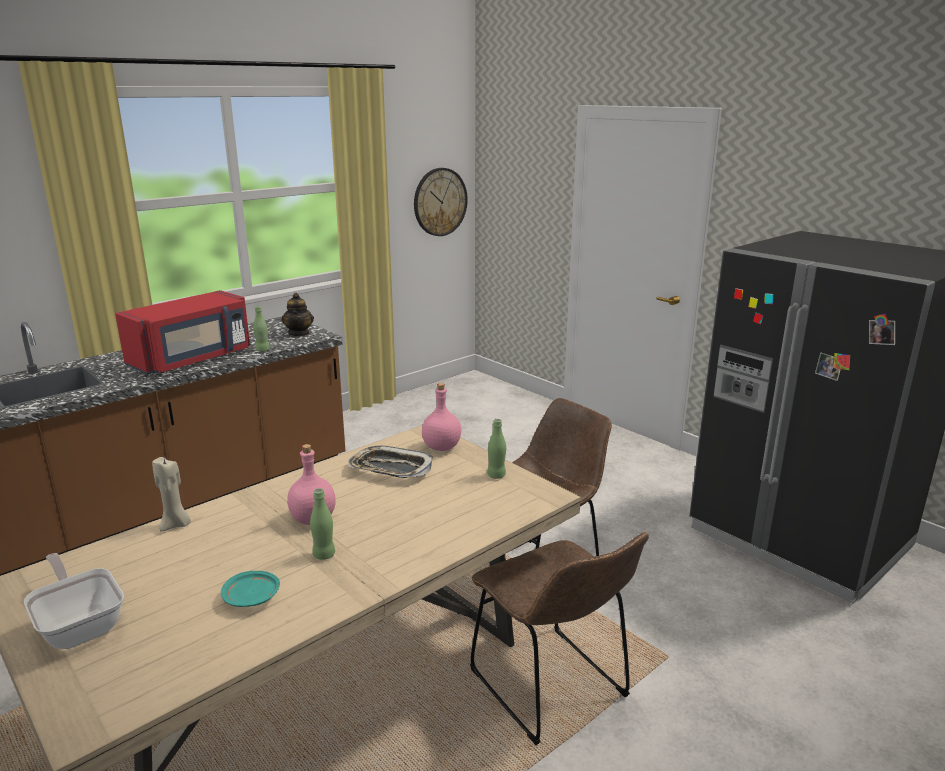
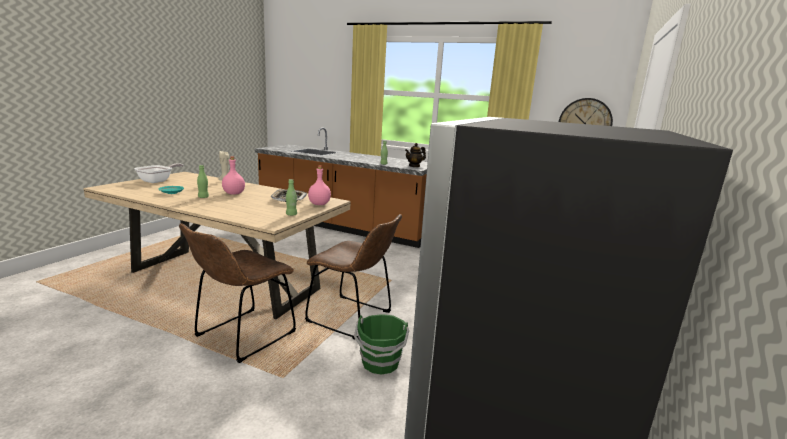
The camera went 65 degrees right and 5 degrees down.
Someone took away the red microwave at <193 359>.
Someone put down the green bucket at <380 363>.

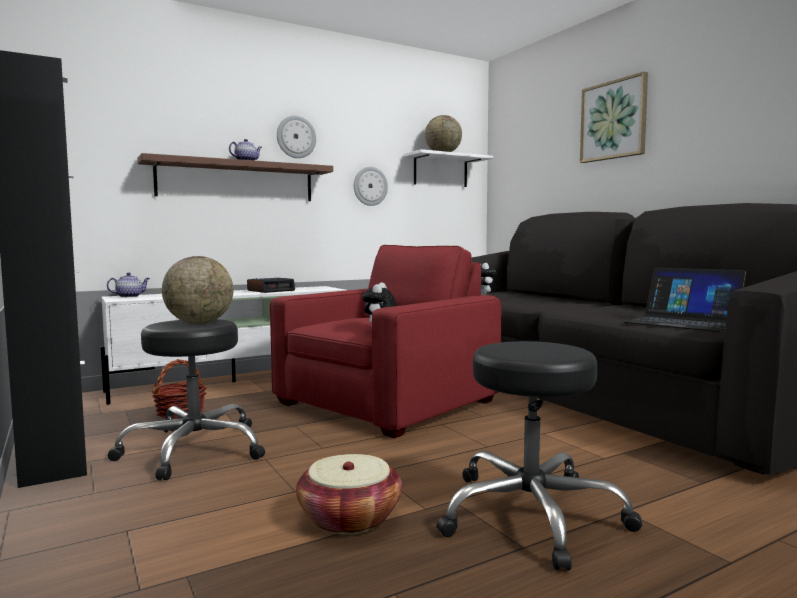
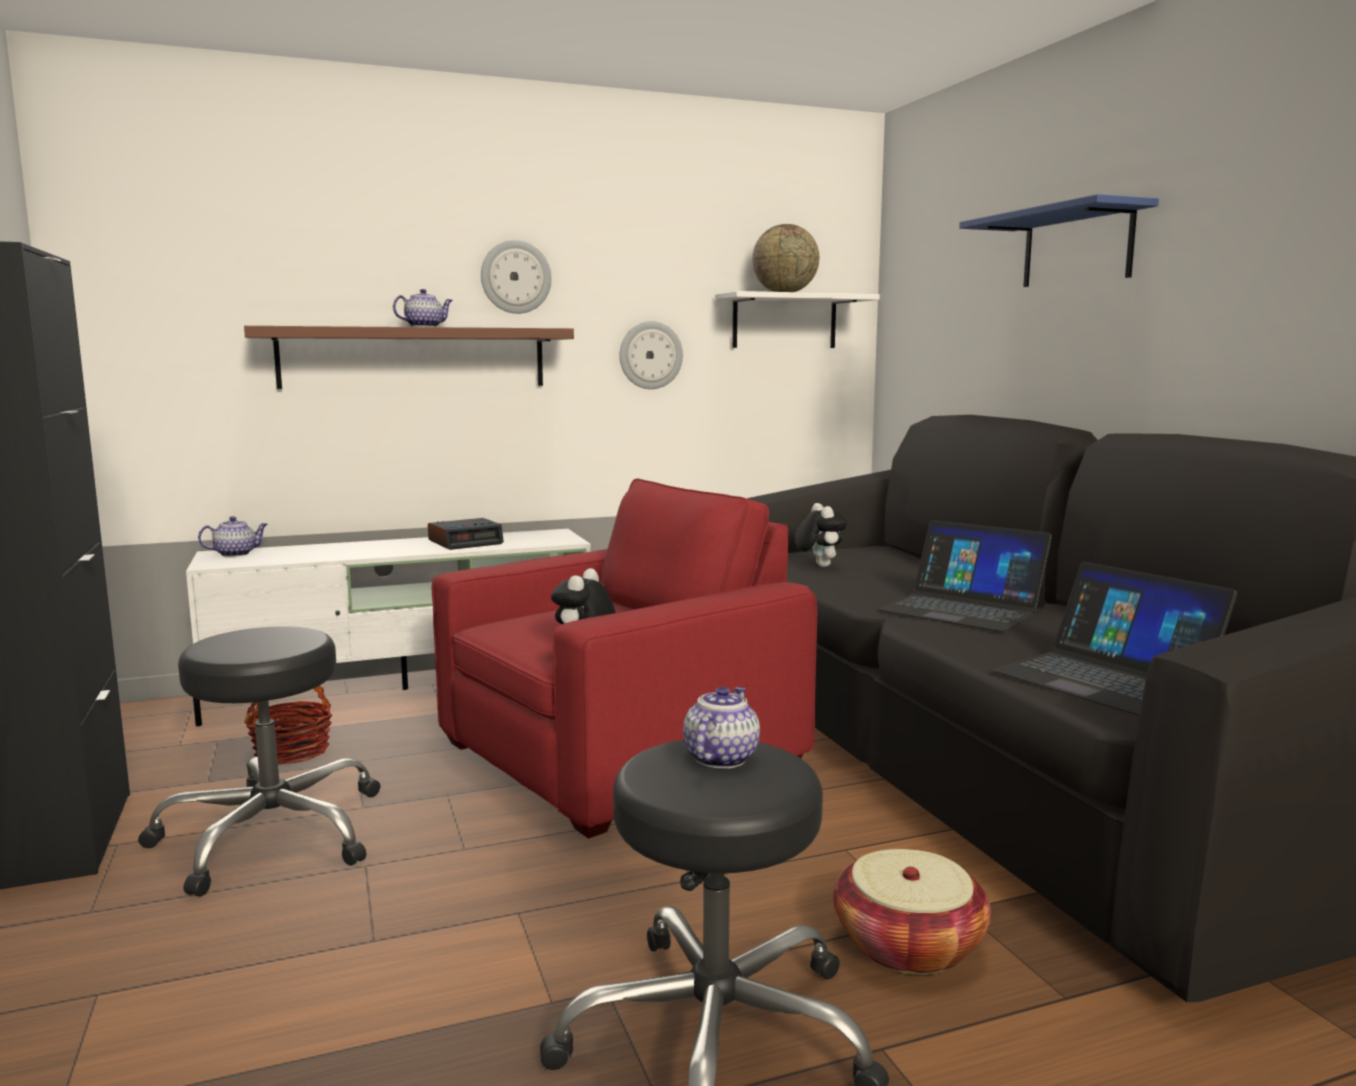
The camera went 10 degrees right and 5 degrees up.
Someone swapped the picture at <613 120> for the blue shelf at <1077 247>.
Someone took away the globe at <199 323>.
Someone carried the basket from <350 518> to <908 945>.
Someone put down the laptop at <962 608>.
Someone put down the teapot at <720 757>.

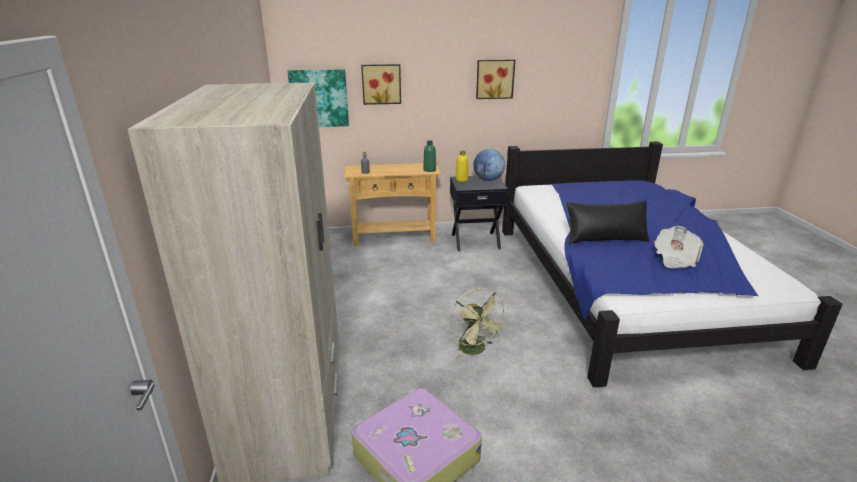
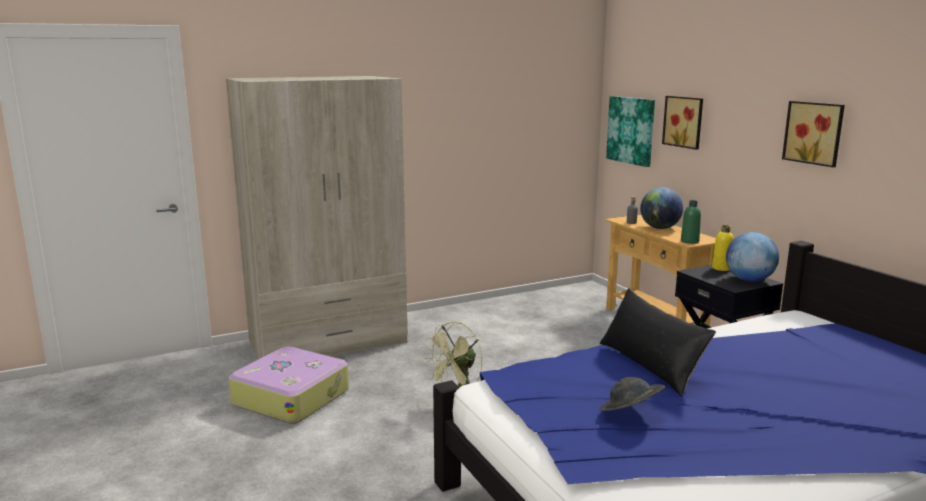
The camera went 70 degrees right and 10 degrees down.
Someone swapped the newspaper at <675 259> for the grey hat at <630 413>.
Someone put down the globe at <660 228>.

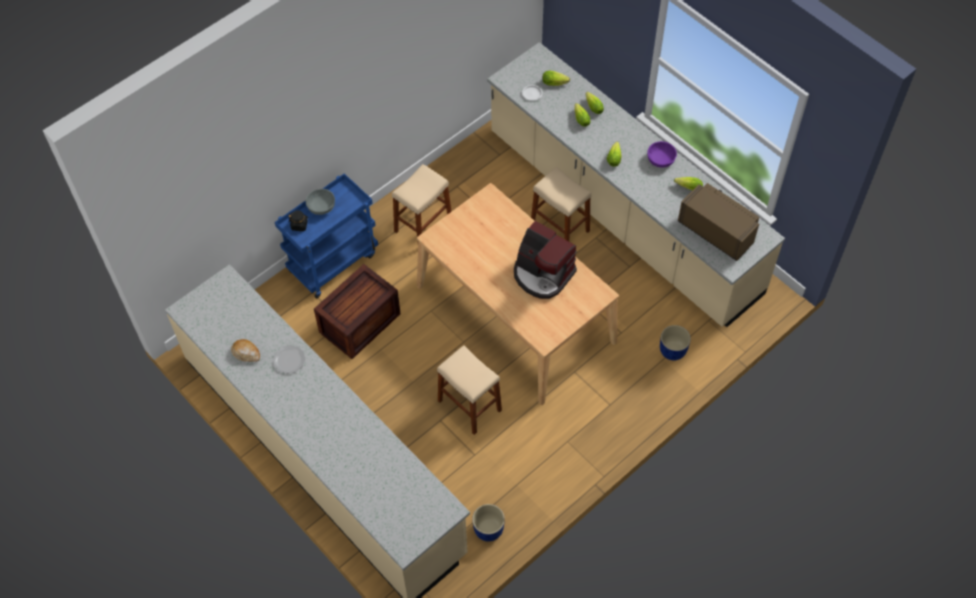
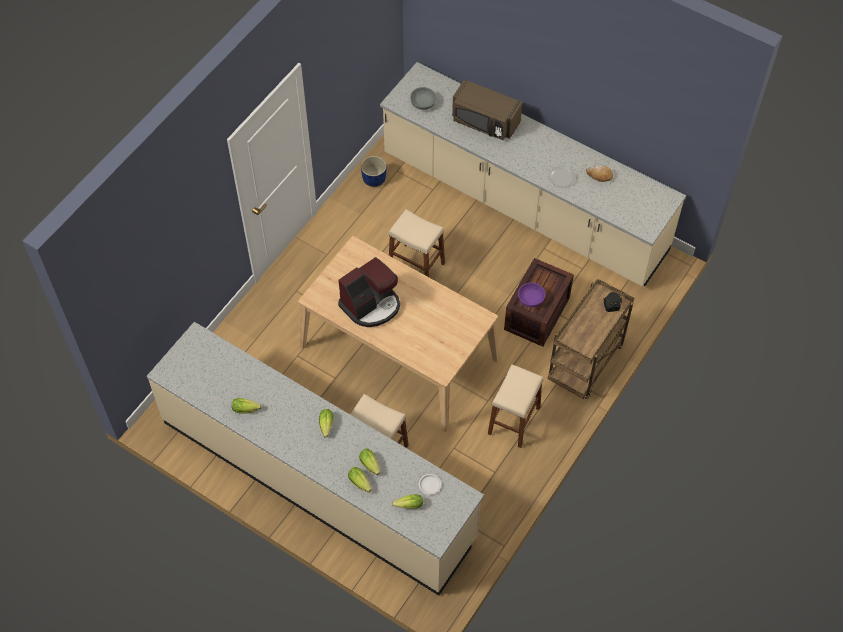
The camera went 165 degrees right and 0 degrees up.
Someone carried the purple bowl from <660 159> to <531 299>.
Someone repainted the blue cart at <333 261>, which became the brown cart at <585 365>.
Someone carried the brown microwave from <717 231> to <485 122>.
Someone carried the grey bowl from <322 206> to <422 104>.
Someone rotated the coffee machine at <542 274> by 120 degrees clockwise.
Someone took away the blue planter at <672 351>.

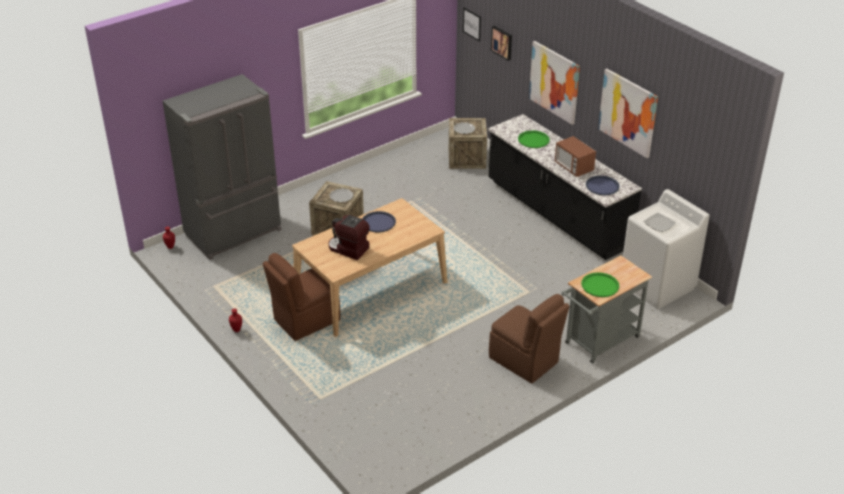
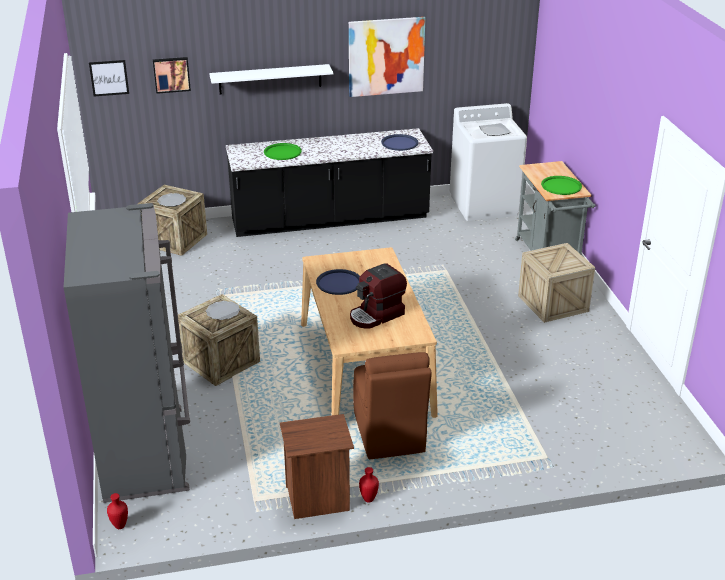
The camera went 65 degrees left and 5 degrees down.
Someone swapped the picture at <554 82> for the white shelf at <270 79>.
Someone took away the microwave at <573 167>.
Someone swapped the brown chair at <524 361> for the crate at <553 303>.
Someone put down the brown nightstand at <318 500>.

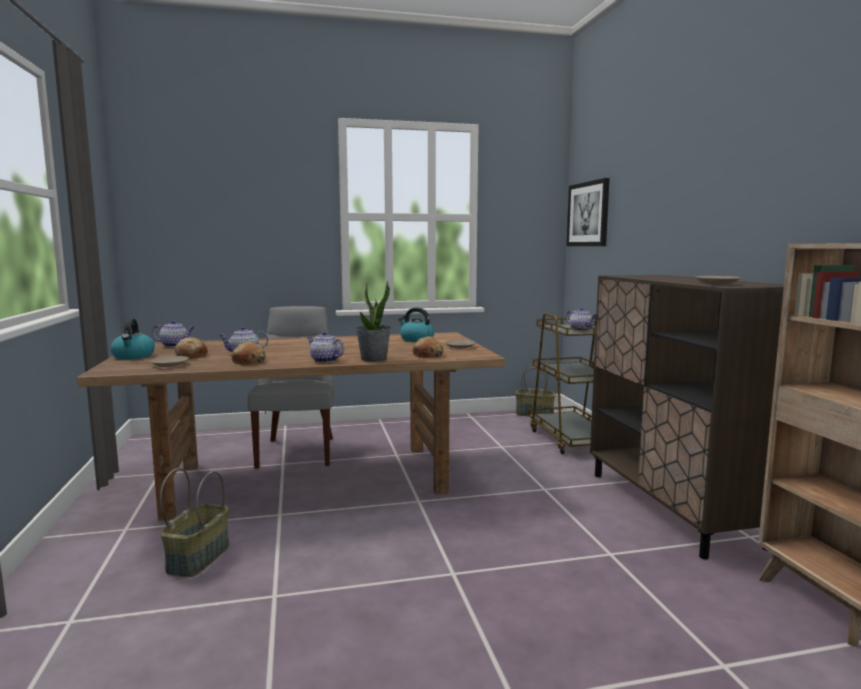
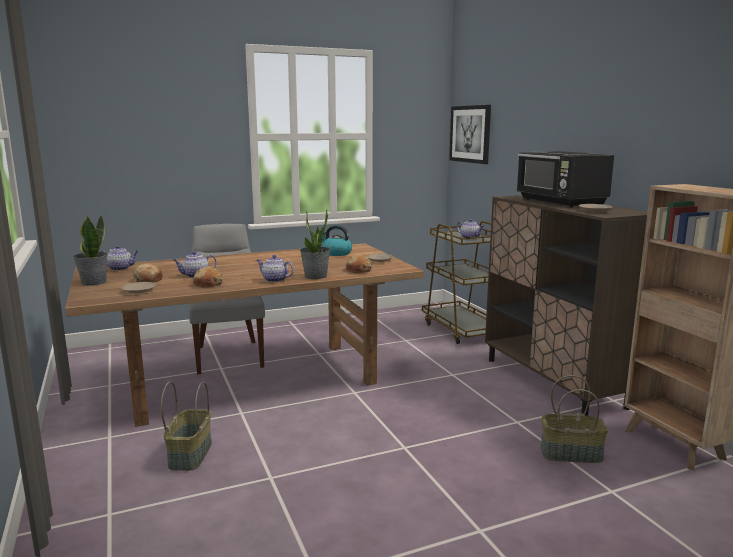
The camera went 10 degrees left and 5 degrees up.
Someone swapped the kettle at <133 356> for the potted plant at <93 283>.
Someone carried the basket from <535 414> to <571 453>.
Someone put down the black microwave at <560 202>.

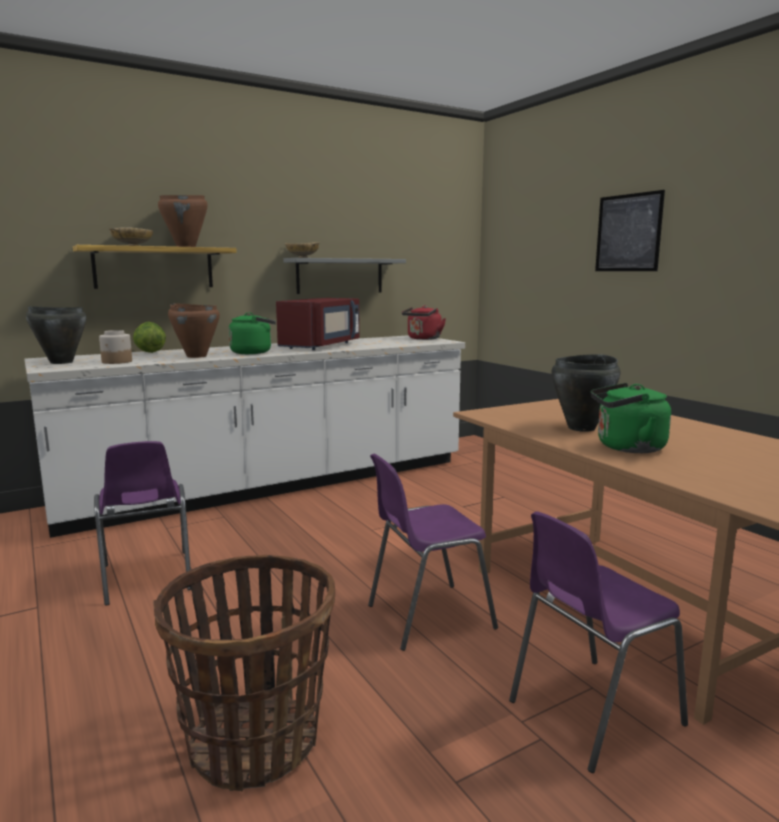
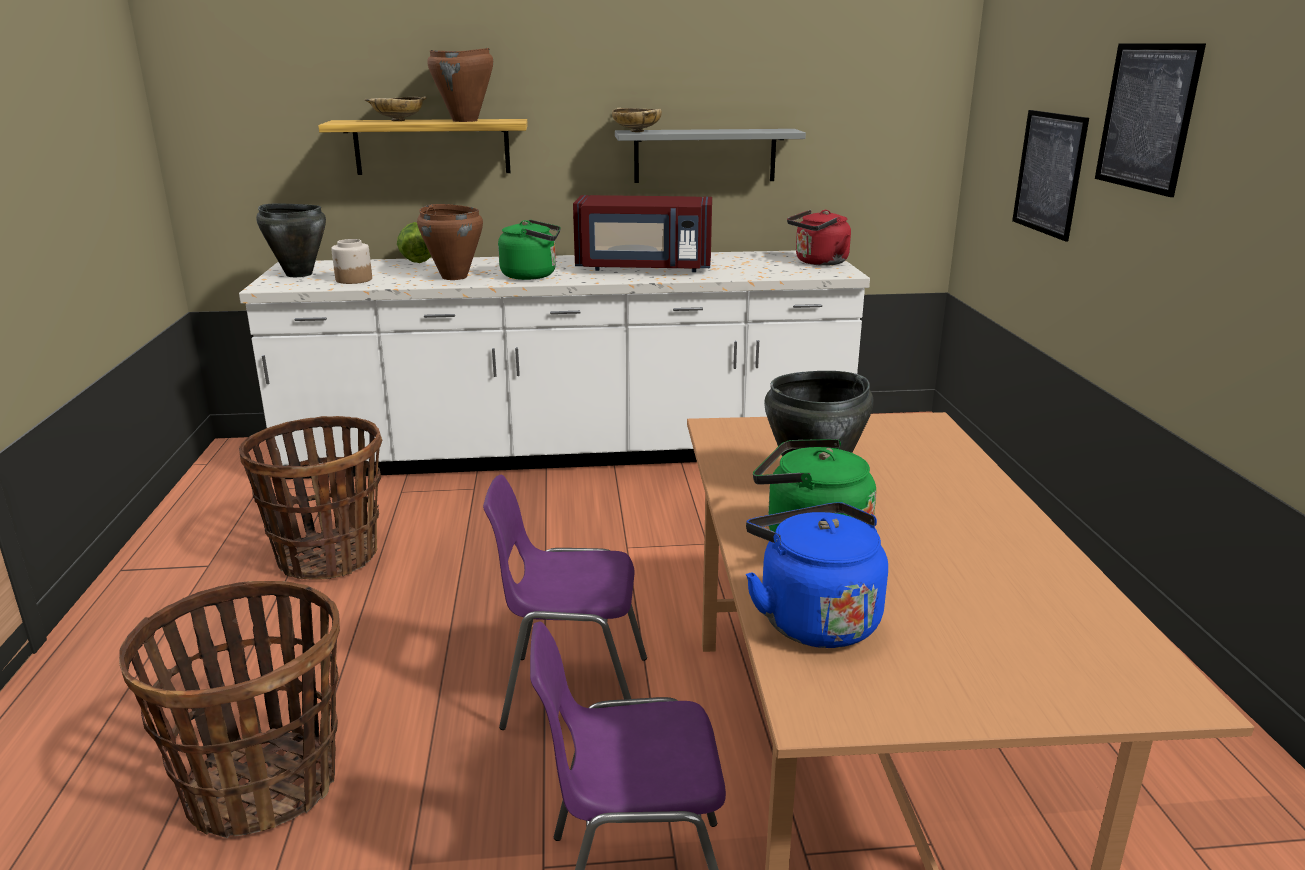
The camera went 25 degrees right and 10 degrees up.
Someone rotated the red microwave at <322 346> by 45 degrees clockwise.
Someone swapped the purple chair at <147 578> for the basket at <328 556>.
Someone put up the picture at <1049 173>.
Someone put down the blue kettle at <813 618>.

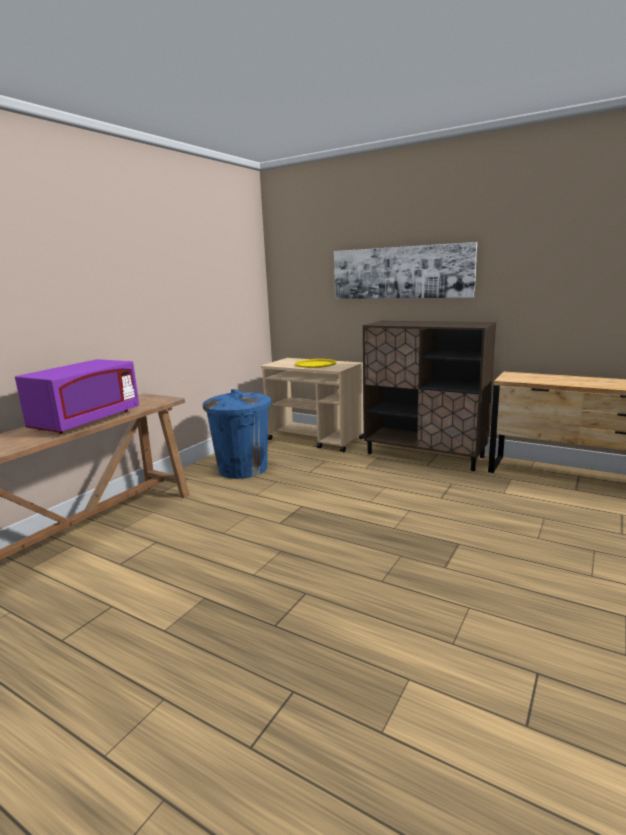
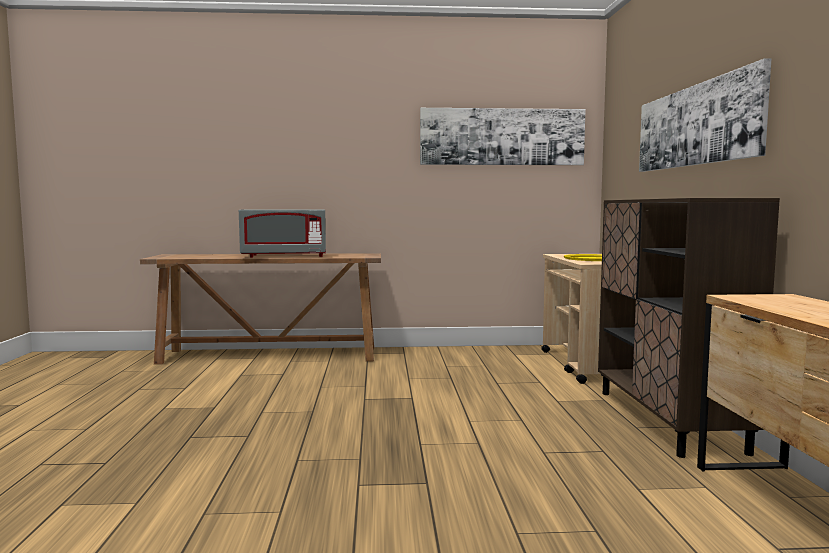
The camera went 55 degrees right and 10 degrees down.
Someone repainted the purple microwave at <86 421>, which became the grey microwave at <285 256>.
Someone took away the blue trash can at <243 468>.
Someone put up the picture at <502 137>.

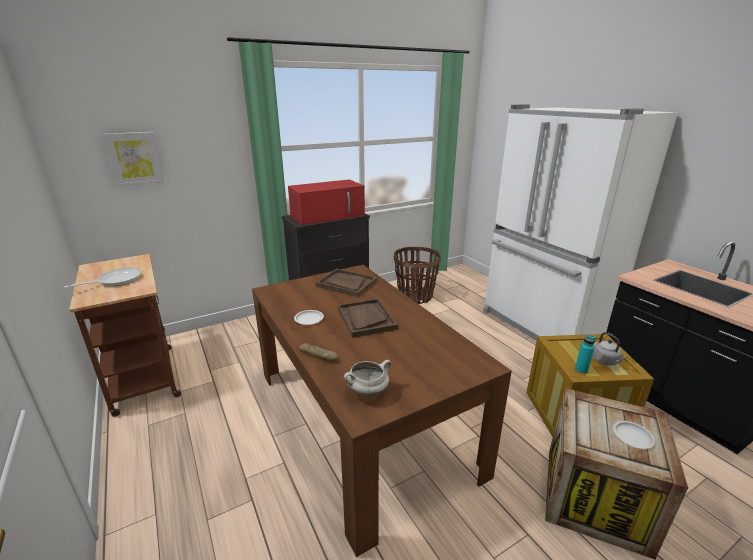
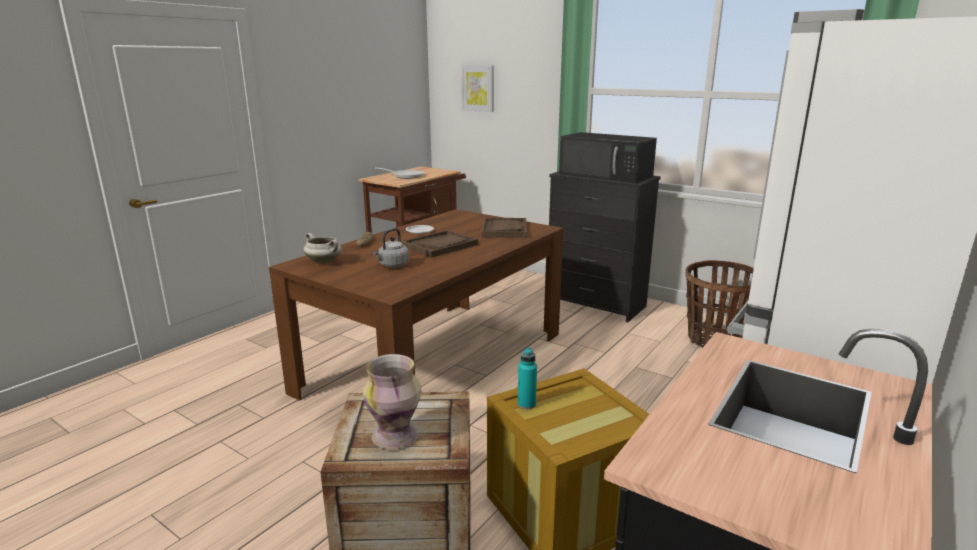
The camera went 65 degrees right and 5 degrees down.
Someone repainted the red microwave at <328 215>, which became the black microwave at <607 175>.
Someone carried the grey kettle from <606 361> to <392 265>.
Someone swapped the white plate at <632 436> for the vase at <395 436>.

